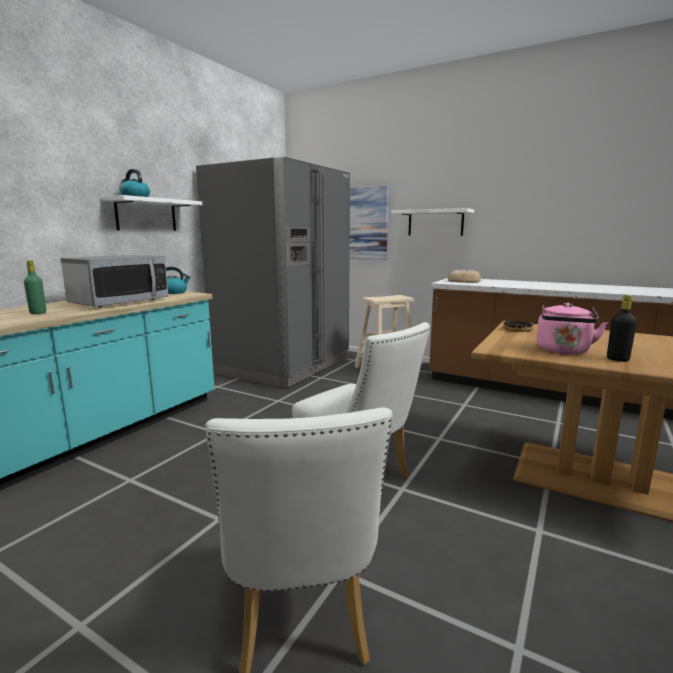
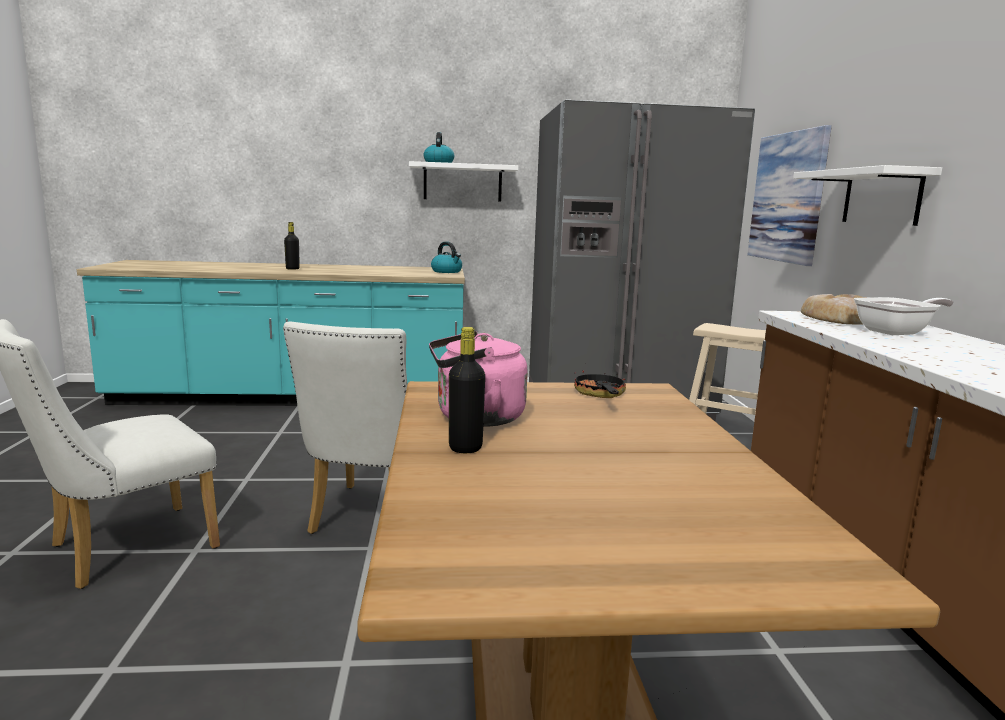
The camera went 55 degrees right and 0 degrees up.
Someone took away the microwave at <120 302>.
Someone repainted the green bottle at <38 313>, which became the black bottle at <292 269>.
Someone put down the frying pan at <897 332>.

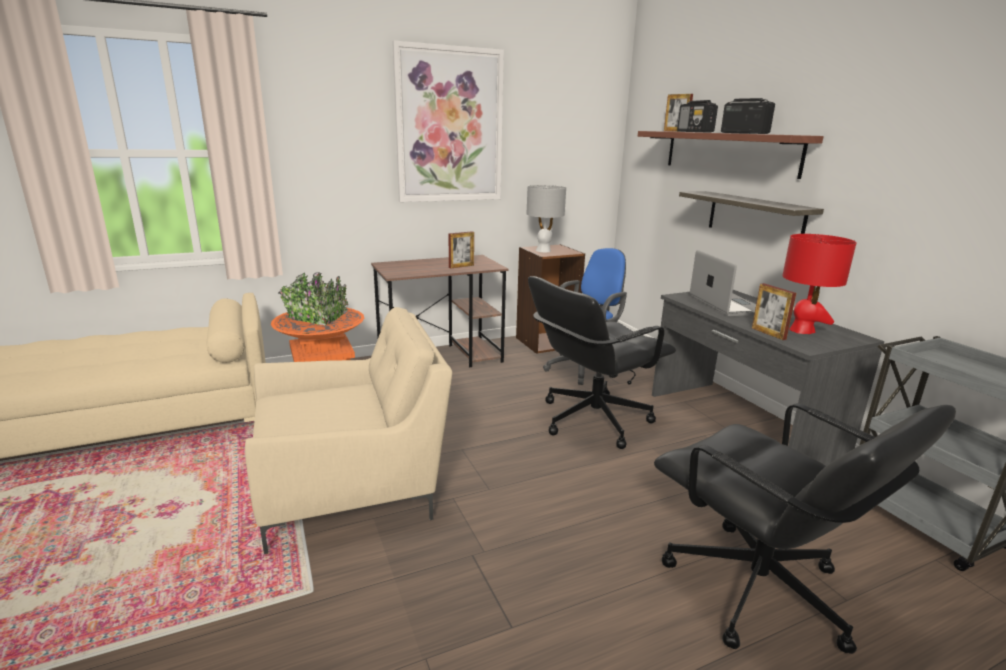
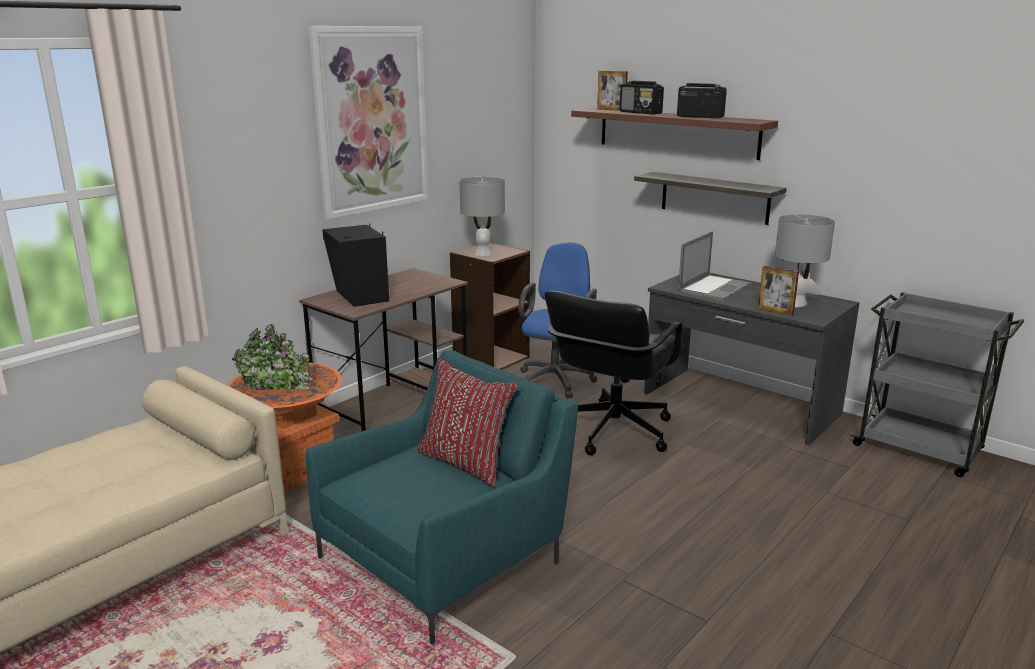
The camera went 25 degrees left and 0 degrees up.
Someone took away the picture frame at <461 266>.
Someone repainted the red table lamp at <802 330>, which became the grey table lamp at <796 304>.
Someone rotated the laptop at <728 304> by 75 degrees clockwise.
Someone repainted the beige armchair at <353 484>, which became the turquoise armchair at <446 557>.
Someone took away the black office chair at <757 591>.
Someone put down the black speaker at <359 296>.
Someone put down the red pillow at <466 463>.

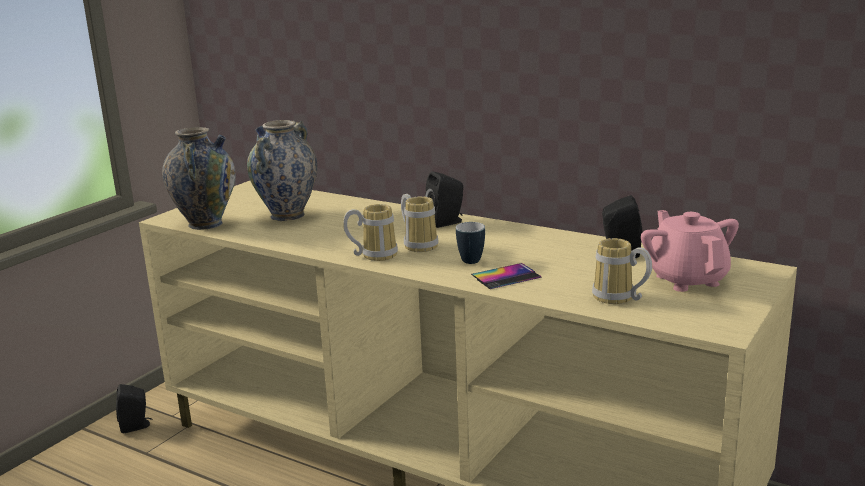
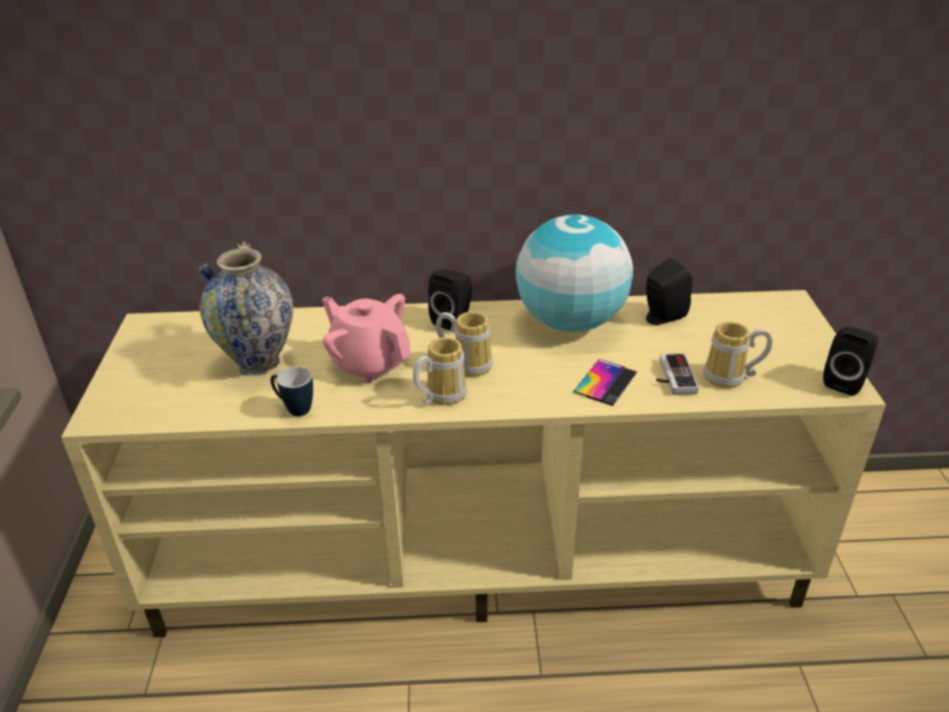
The camera went 35 degrees left and 15 degrees up.
Someone took away the vase at <205 224>.
Someone carried the pink teapot from <687 279> to <370 363>.
Someone carried the mug from <468 259> to <294 409>.
Someone carried the black speaker from <136 426> to <845 381>.
Someone put down the globe at <571 322>.
Someone put down the game controller at <672 377>.

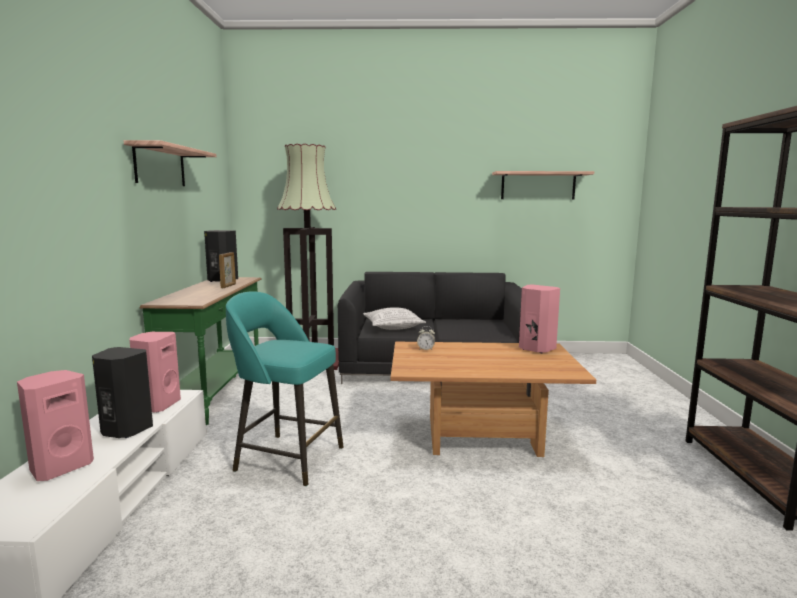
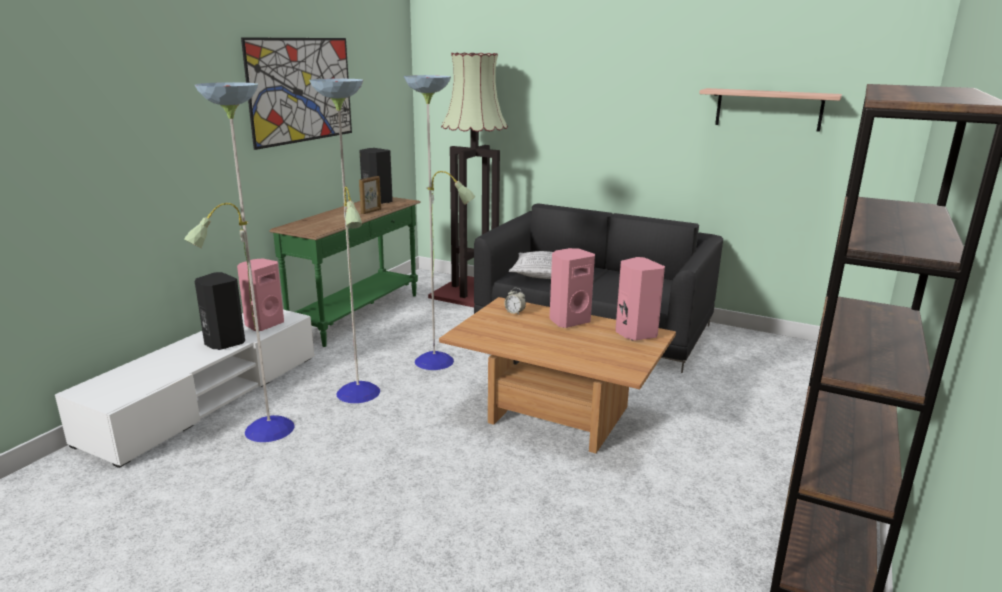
The camera went 25 degrees right and 10 degrees up.
Someone swapped the shelf at <160 166> for the picture at <301 90>.
Someone swapped the turquoise stool at <287 458> for the floor lamp at <360 393>.
Someone carried the pink speaker from <60 467> to <568 321>.

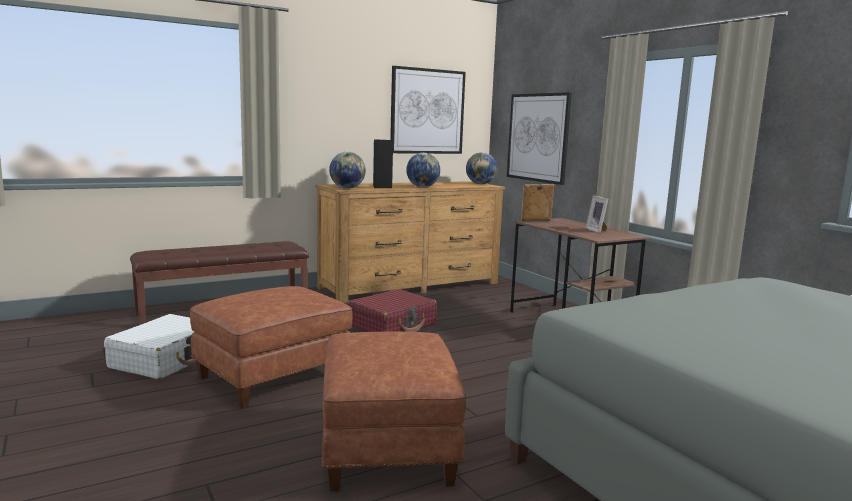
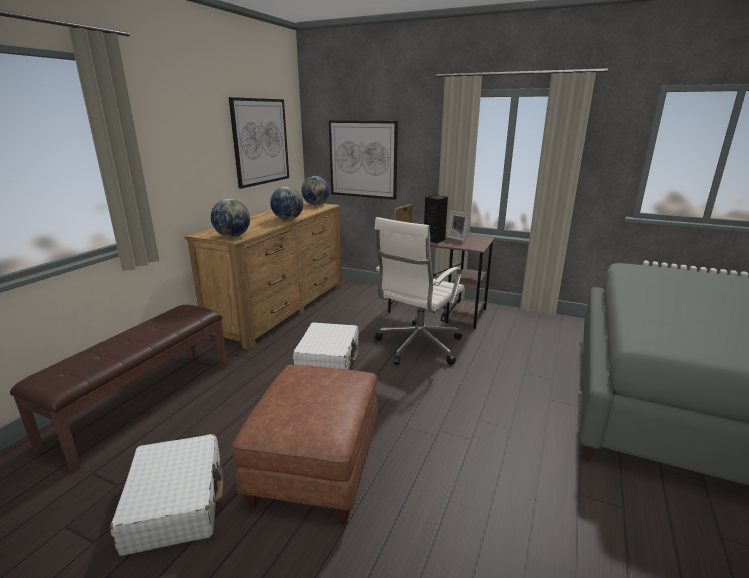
The camera went 35 degrees left and 10 degrees up.
Someone carried the black speaker from <382 187> to <435 240>.
Someone repainted the red suitcase at <392 325>, which became the white suitcase at <328 359>.
Someone took away the brown ottoman at <386 445>.
Someone put down the white office chair at <417 347>.

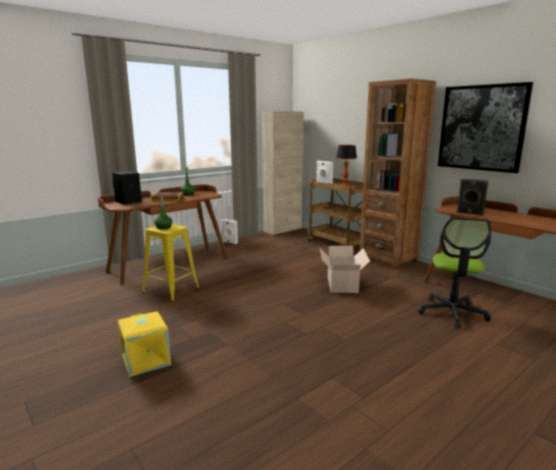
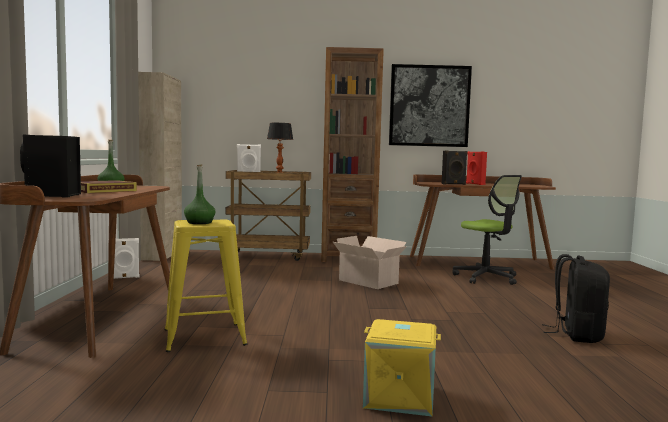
The camera went 50 degrees left and 10 degrees down.
Someone put down the red speaker at <474 184>.
Someone put down the black backpack at <576 335>.

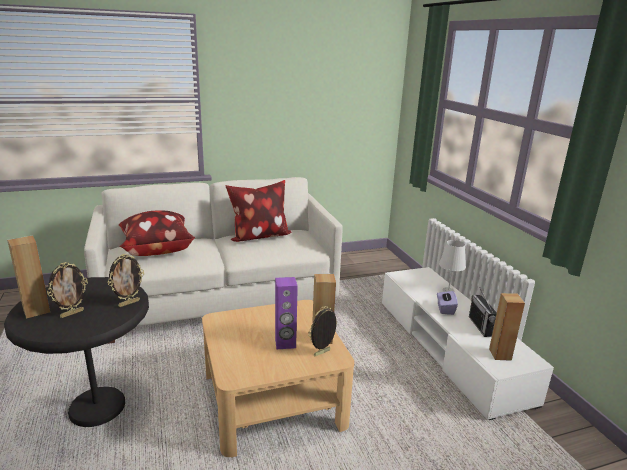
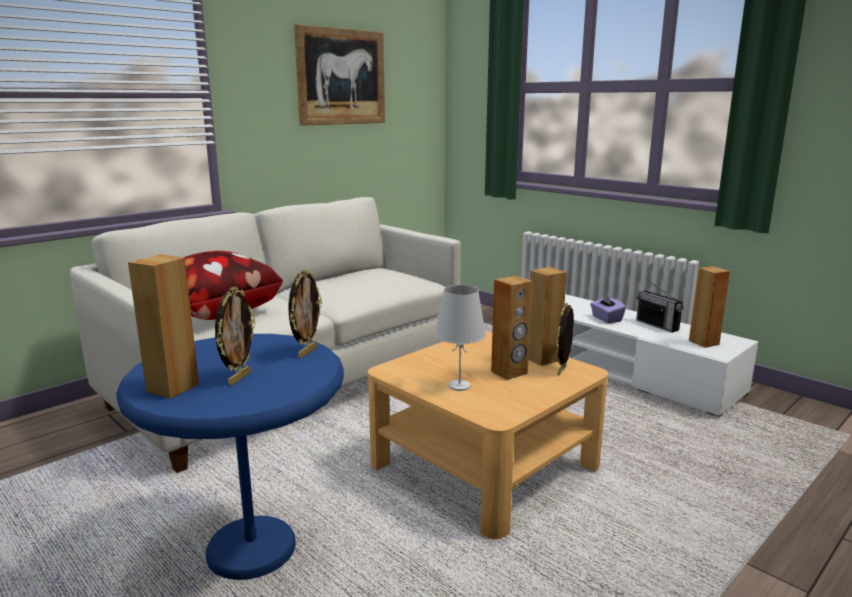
The camera went 25 degrees left and 5 degrees down.
Someone took away the pillow at <259 236>.
Someone carried the white table lamp from <448 290> to <459 386>.
Someone repainted the black side table at <97 408>, which became the blue side table at <251 549>.
Someone repainted the purple speaker at <285 343>, which became the brown speaker at <509 372>.
Someone put up the picture at <341 77>.

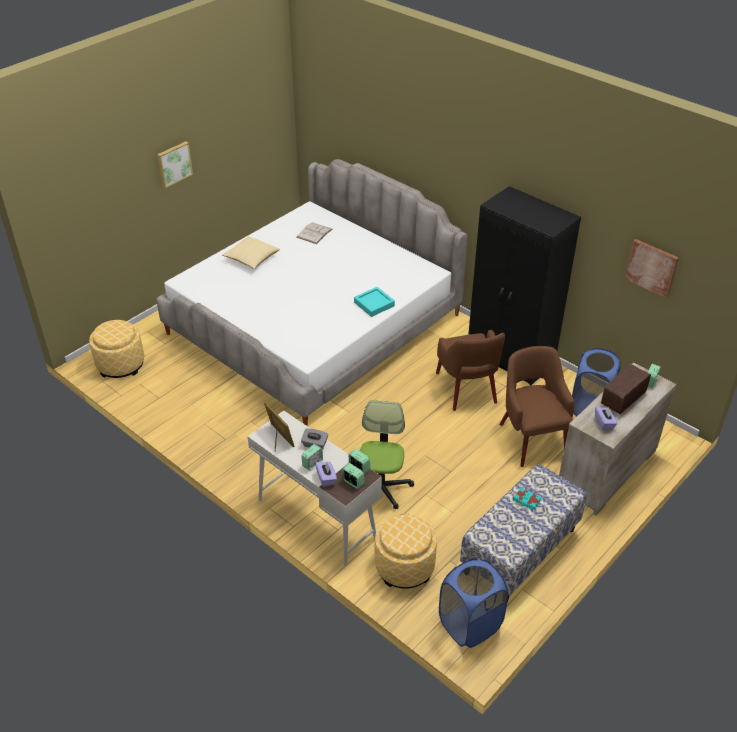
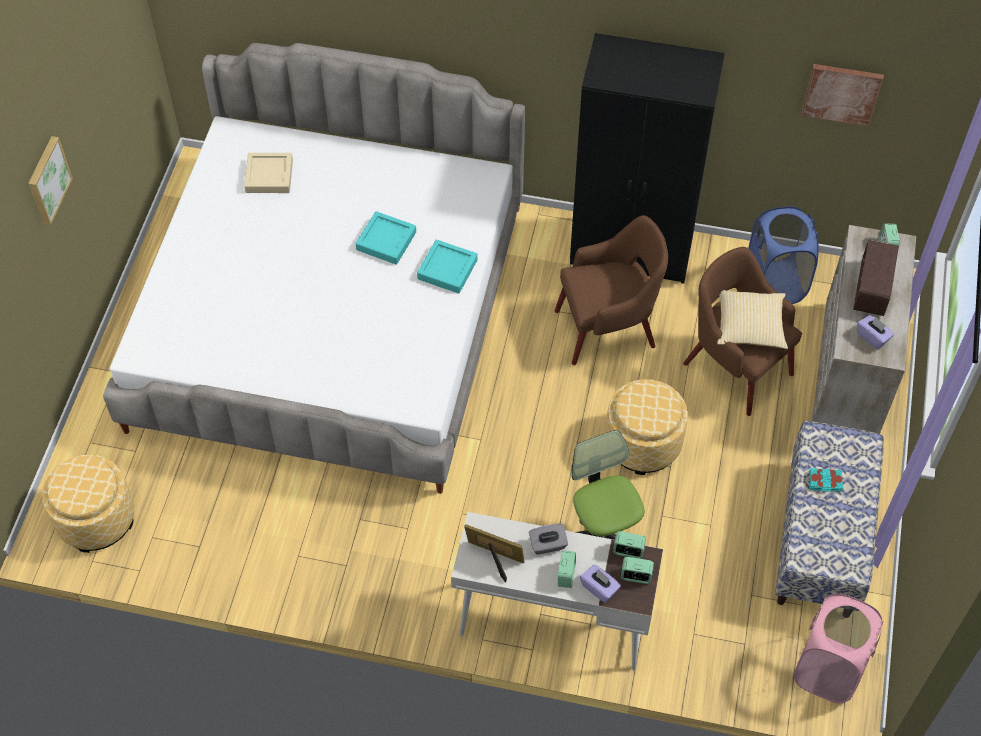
The camera went 30 degrees left and 15 degrees up.
Someone swapped the white book at <314 233> for the beige tray at <269 176>.
Someone carried the pillow from <251 259> to <749 327>.
Someone rotated the brown armchair at <466 389> by 60 degrees counterclockwise.
Someone carried the ottoman from <404 566> to <643 443>.
Someone repainted the blue laundry basket at <469 625>, which became the pink laundry basket at <828 669>.
Someone put down the turquoise tray at <386 241>.

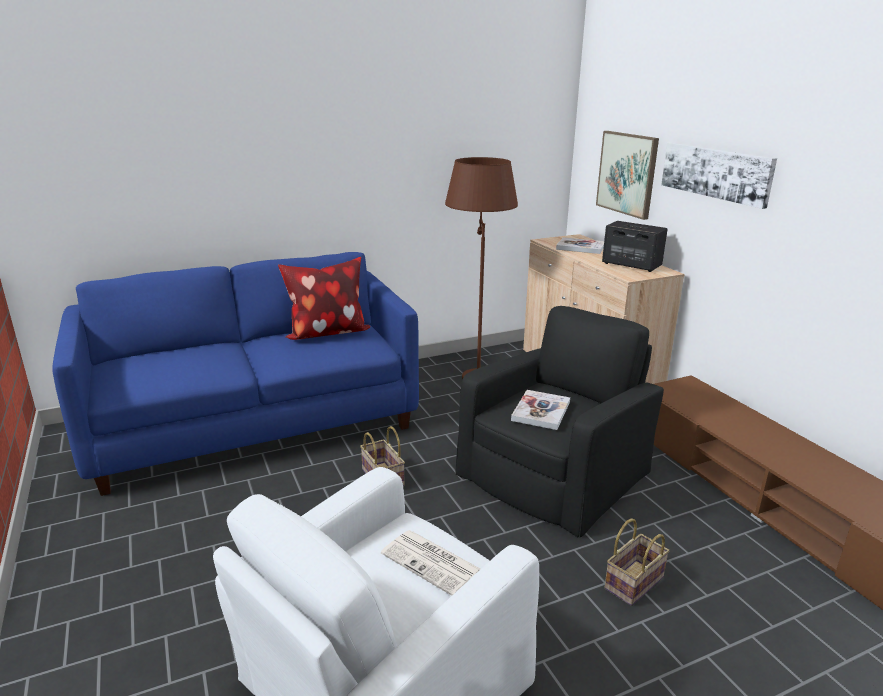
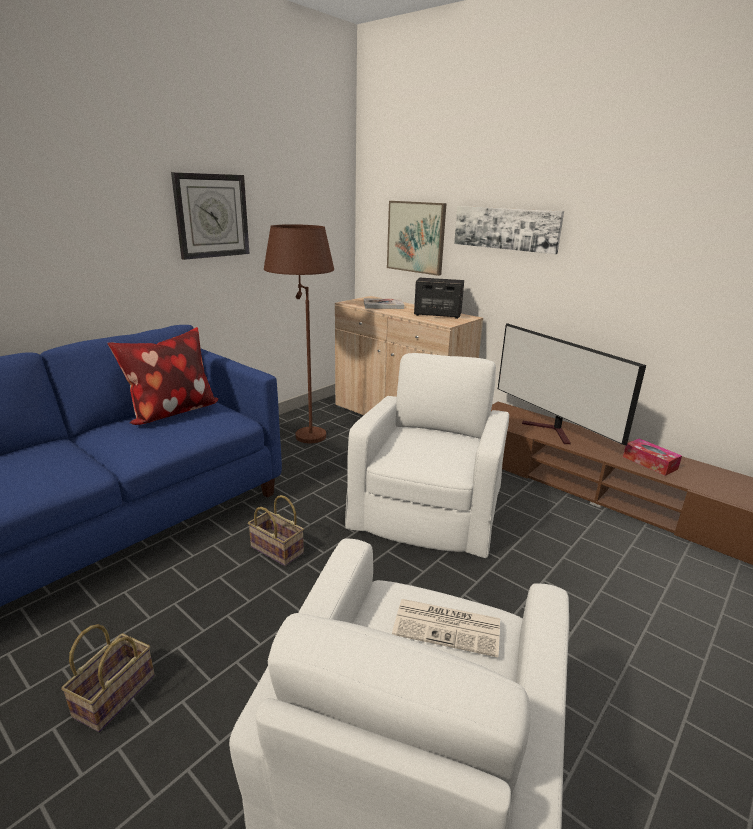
The camera went 25 degrees left and 0 degrees up.
Someone repainted the black armchair at <555 471>, which became the white armchair at <428 504>.
Someone took away the book at <541 411>.
Someone carried the basket from <633 581> to <115 693>.
Someone put up the wall clock at <212 216>.
Someone put down the television at <553 431>.
Someone put down the tissue box at <649 463>.

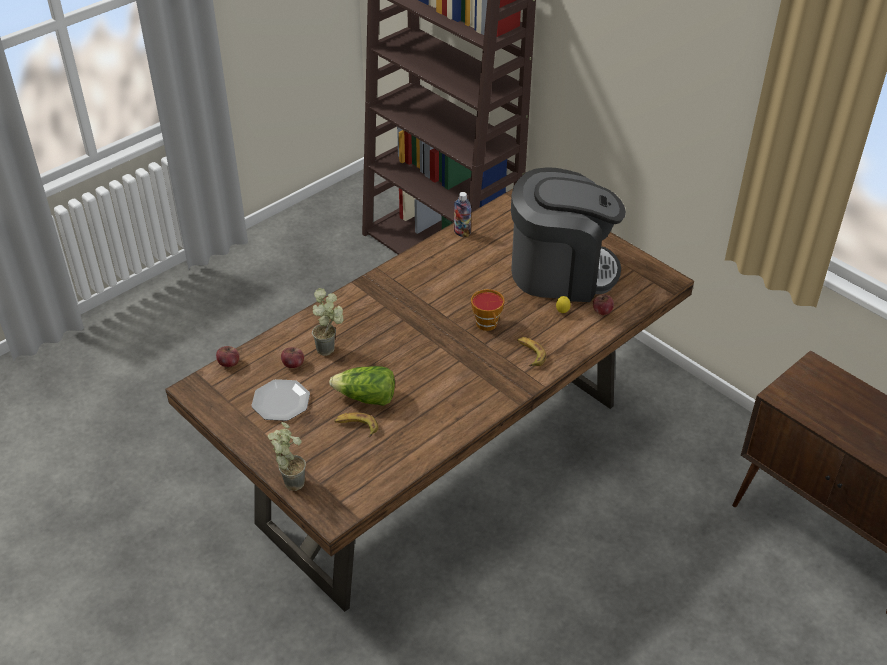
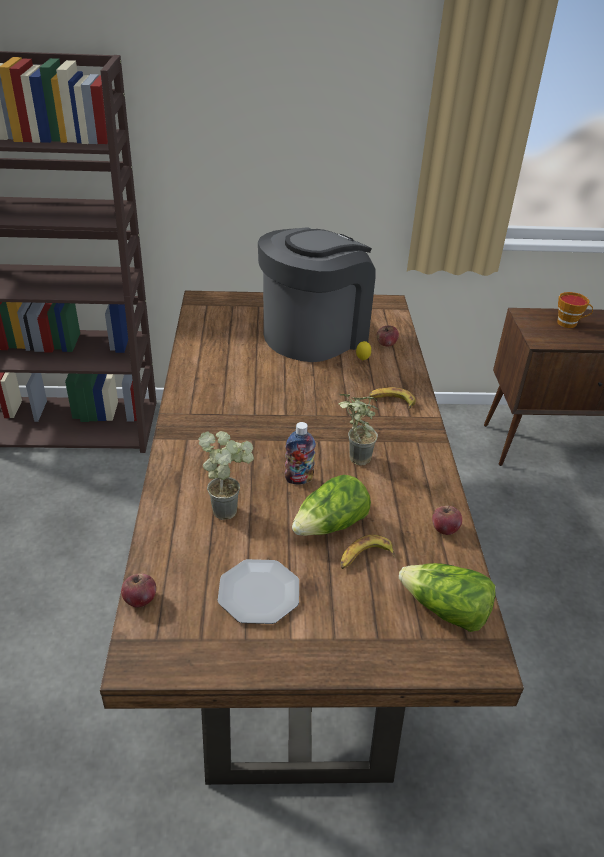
The camera went 50 degrees left and 5 degrees down.
Someone carried the bottle from <462 233> to <299 479>.
Someone carried the cup from <488 325> to <569 323>.
Someone carried the apple from <293 364> to <444 529>.
Someone carried the potted plant from <290 480> to <353 459>.
Someone put down the lettuce at <445 610>.

